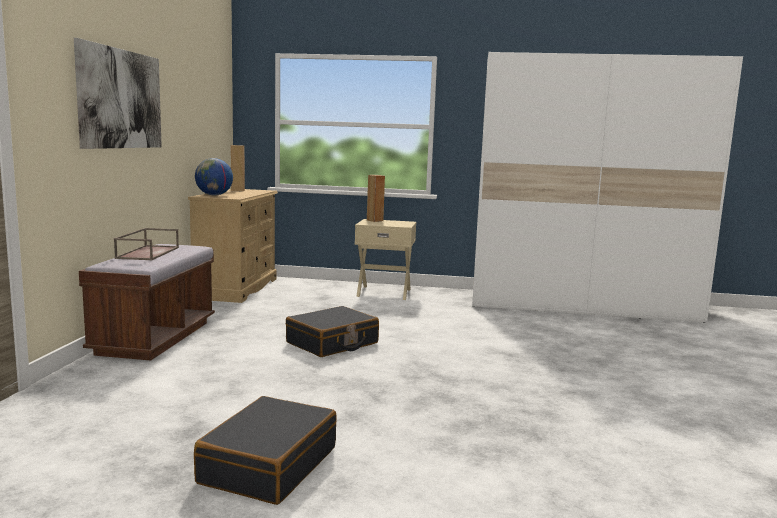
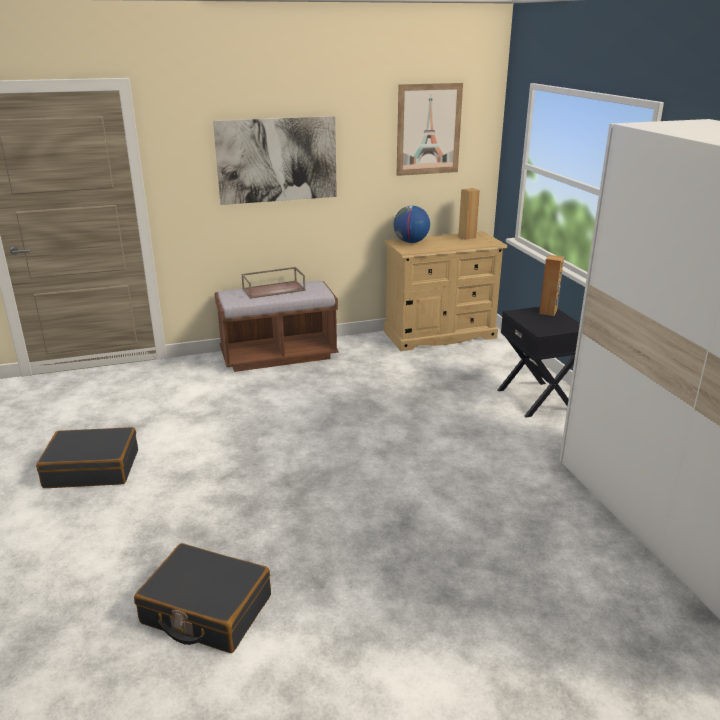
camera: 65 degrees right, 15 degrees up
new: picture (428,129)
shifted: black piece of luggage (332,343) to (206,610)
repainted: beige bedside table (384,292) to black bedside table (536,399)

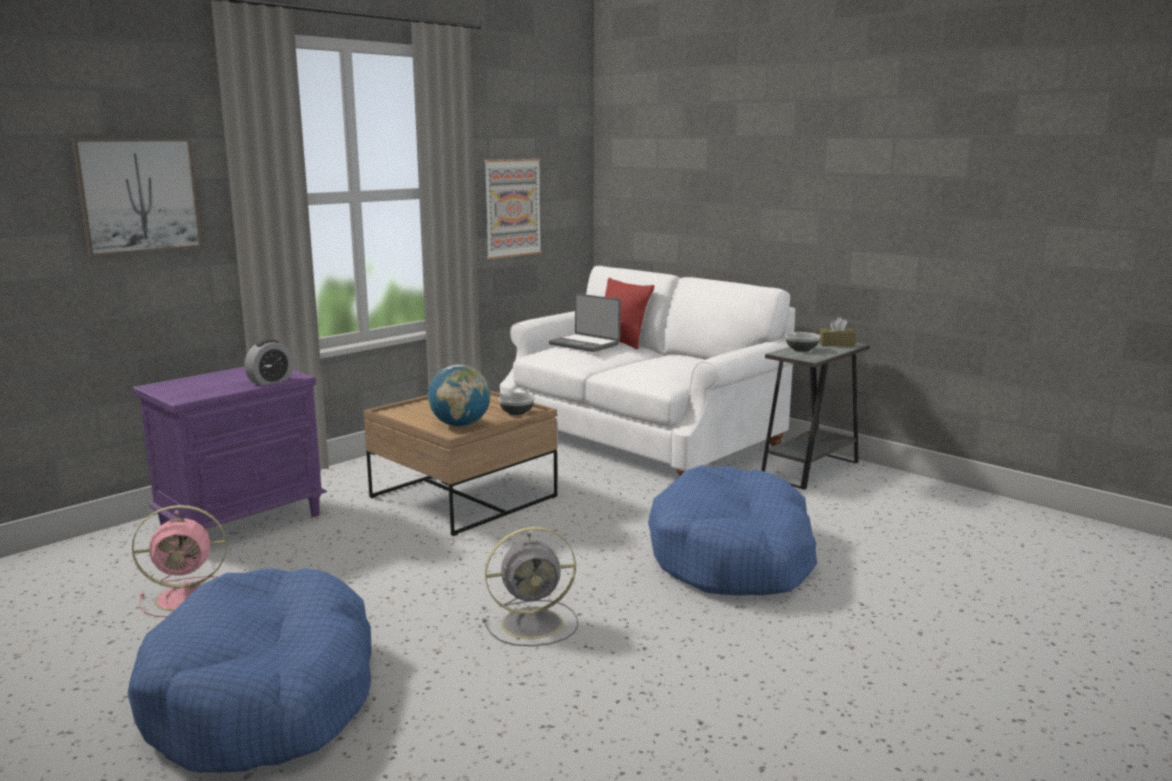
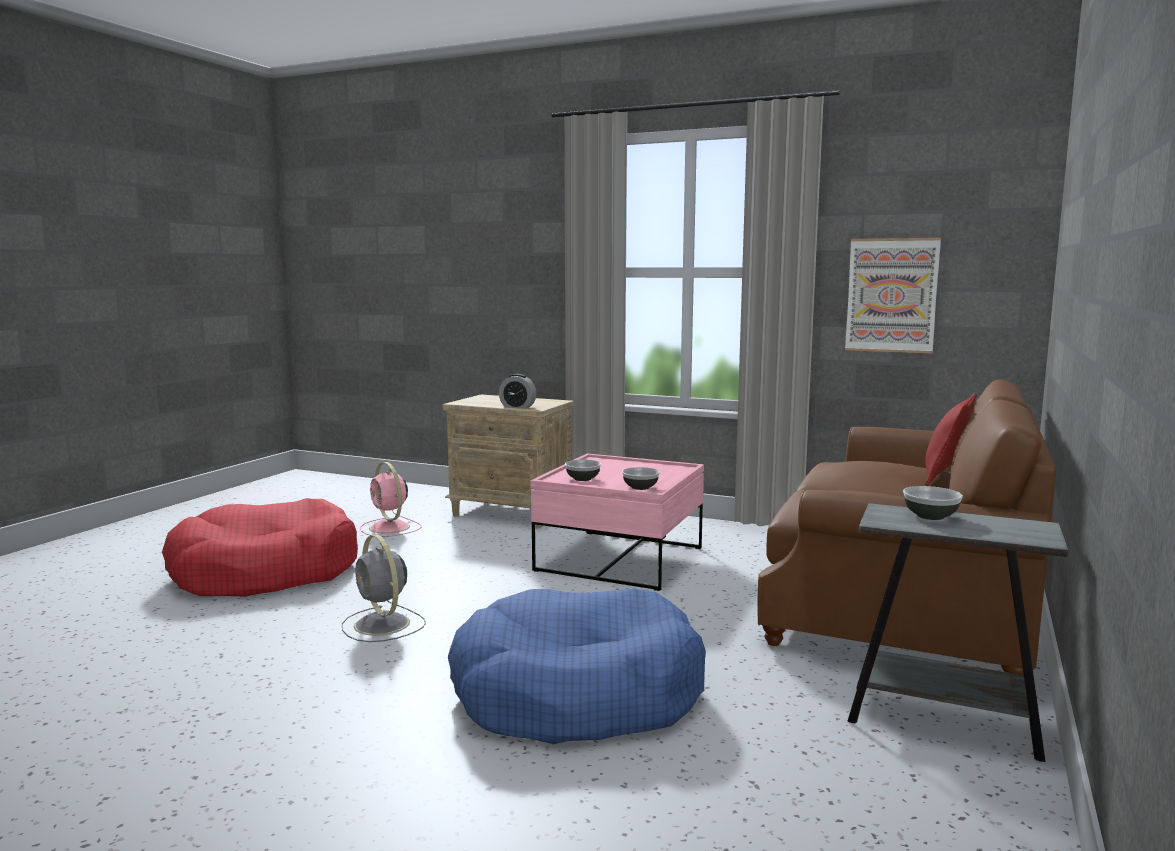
camera: 70 degrees right, 5 degrees down
gone: picture (138,195); notebook computer (585,344); brown tissue box (836,344)
swapped: globe (460,425) to bowl (583,479)
repainted: bluish dog cushion (263,697) to red-coloured dog cushion (265,572); purple bedside table (243,521) to beige bedside table (512,513); brown low table (463,497) to pink low table (620,559); whitish couch (642,436) to brown couch (902,602)

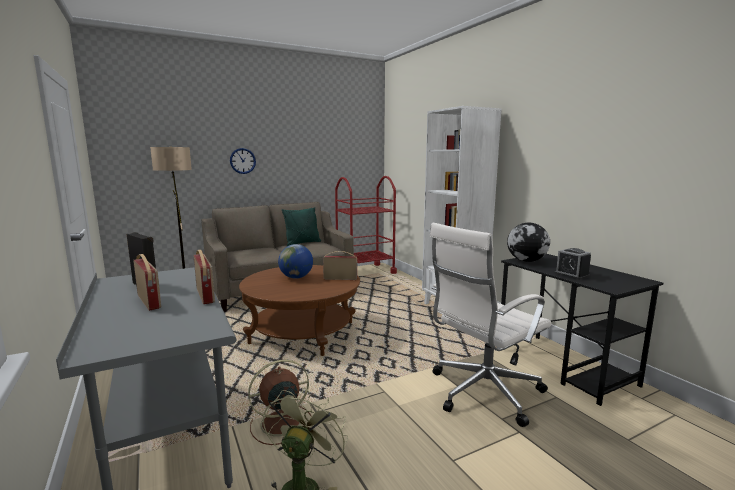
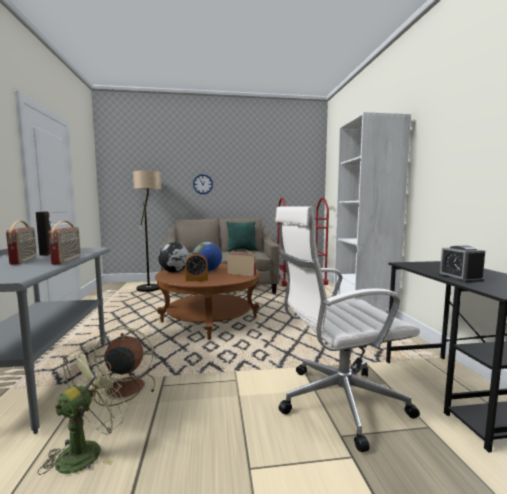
camera: 20 degrees right, 5 degrees down
new: alarm clock (196,279)
shifted: globe (526,261) to (174,272)

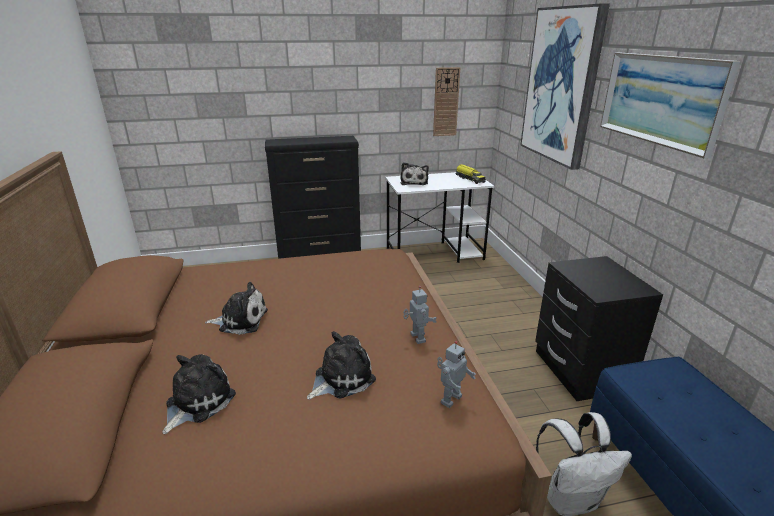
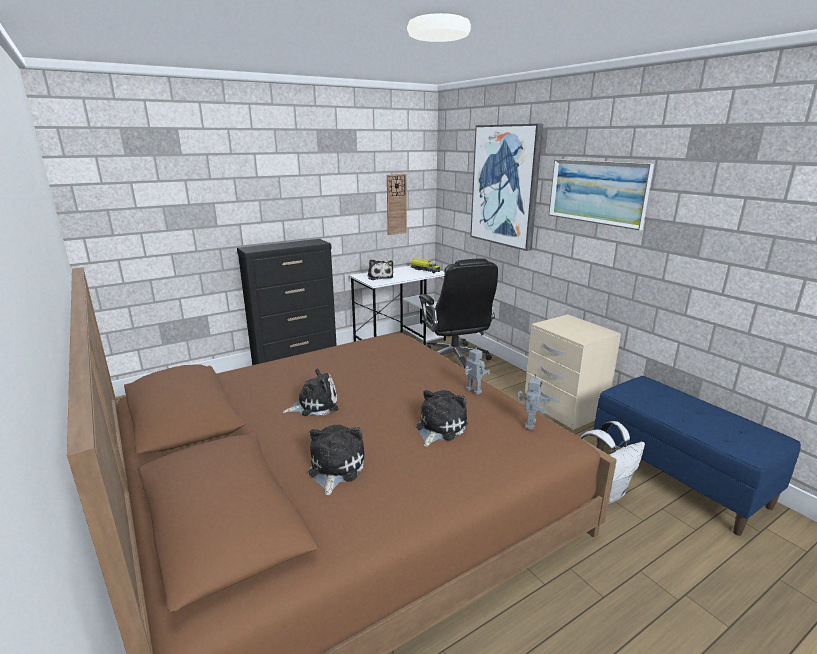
camera: 20 degrees left, 5 degrees down
new: black desk chair (455,359)
repainted: black bedside table (580,370) to beige bedside table (564,408)

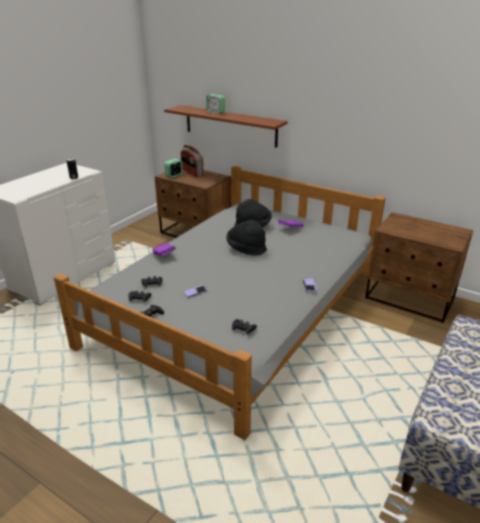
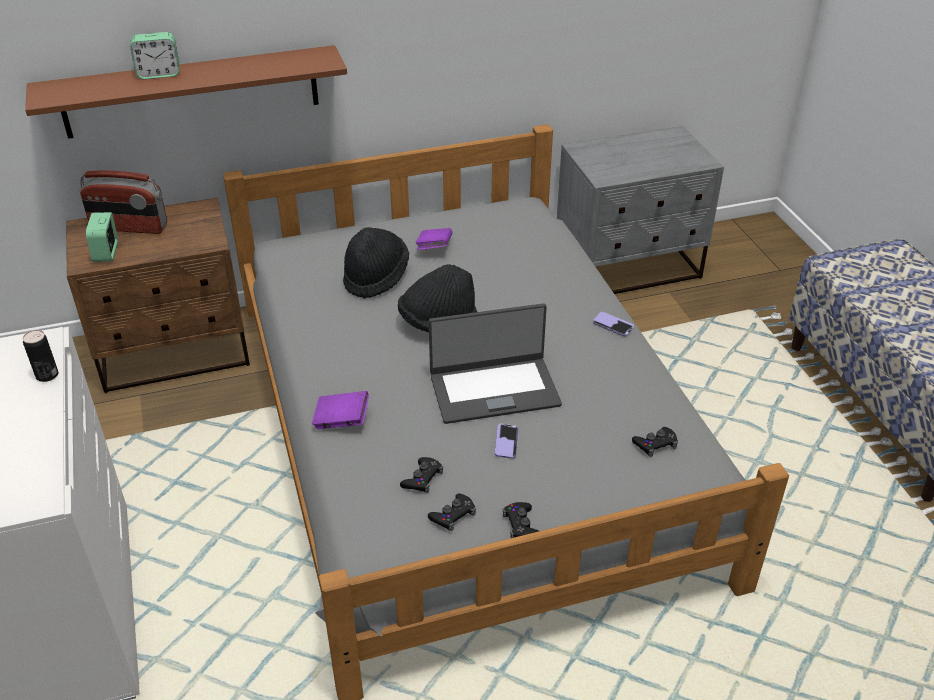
camera: 50 degrees left, 10 degrees up
new: notebook computer (494,389)
repainted: brown bedside table (409,299) to grey bedside table (629,268)

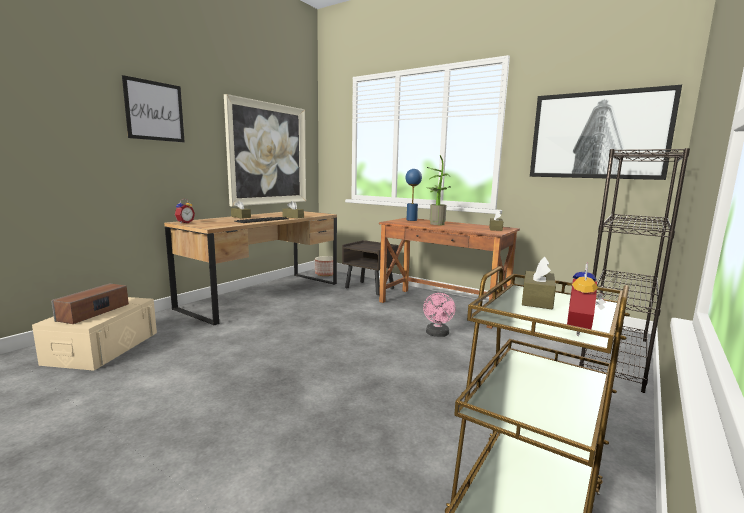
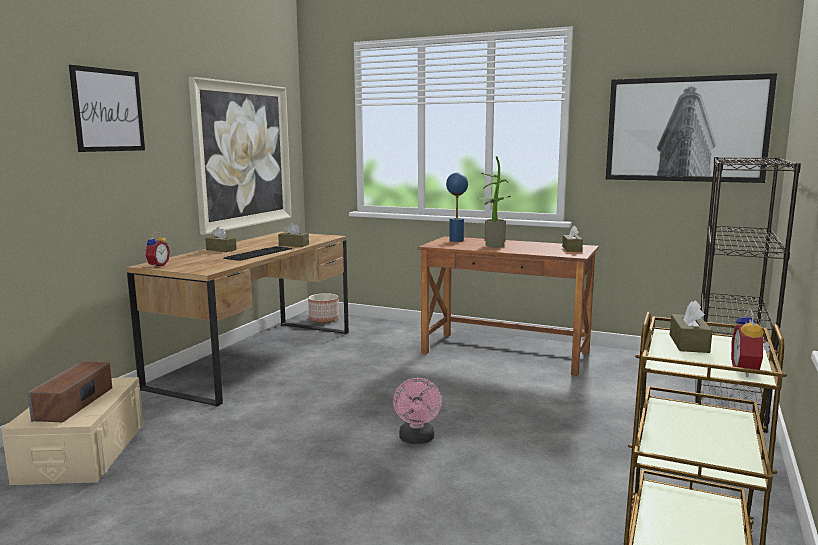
camera: 10 degrees left, 0 degrees up
gone: brown bedside table (370,288)
shifted: pink electric fan (437,334) to (417,439)

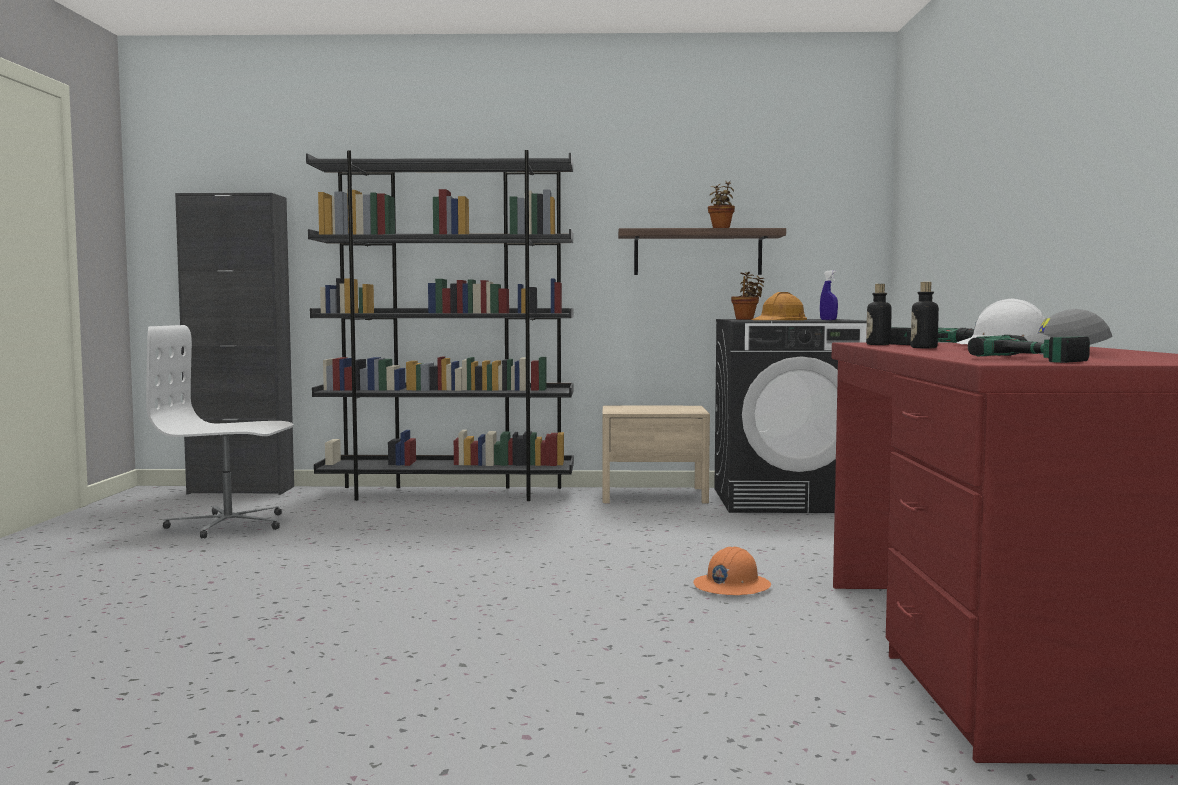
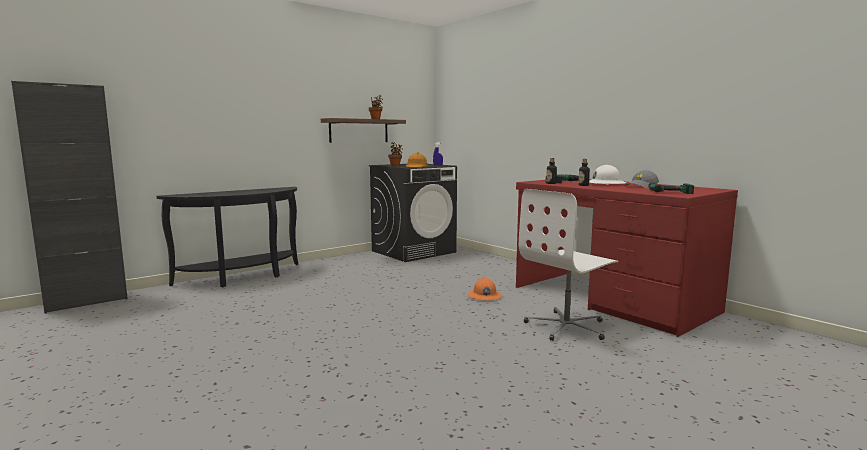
camera: 40 degrees left, 5 degrees up
gone: beige bedside table (653,495)
shifted: whitish desk chair (228,525) to (567,327)
swapped: black shelving unit (448,493) to black hall table (243,277)

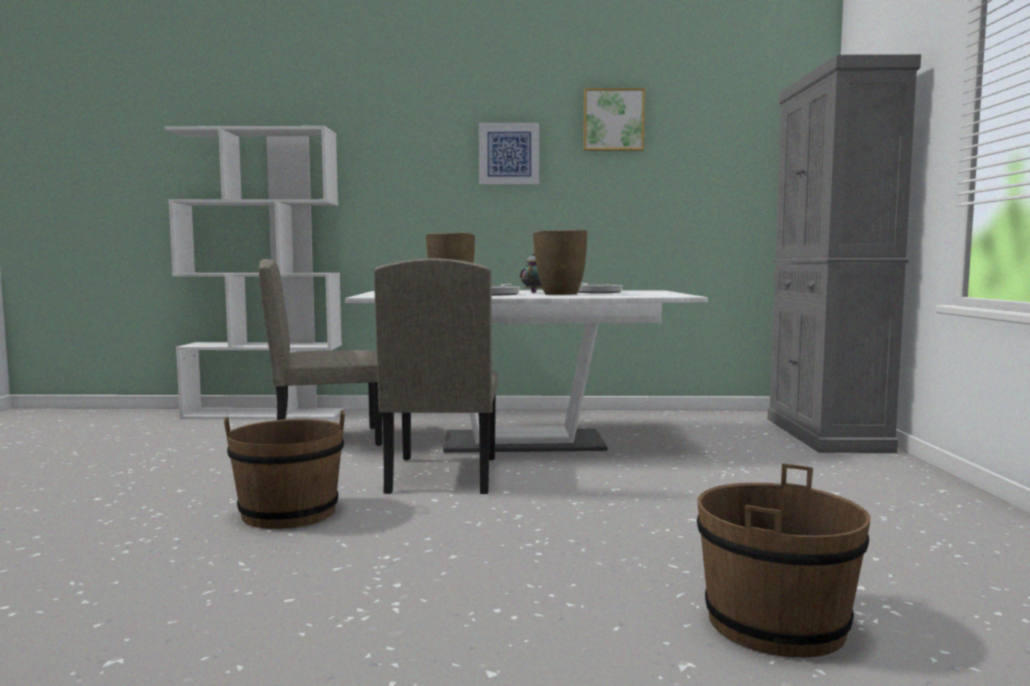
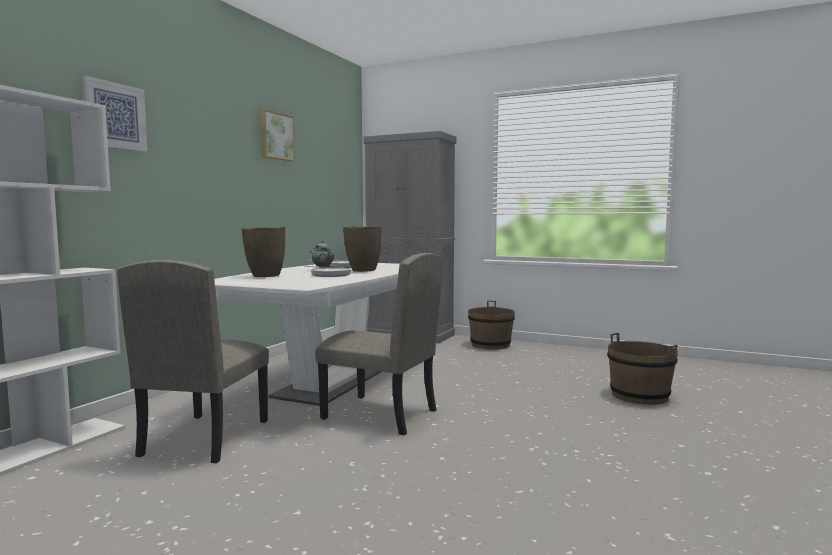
camera: 65 degrees left, 0 degrees up
shifted: brown water bucket (289,513) to (490,345); picture (509,154) to (114,116)

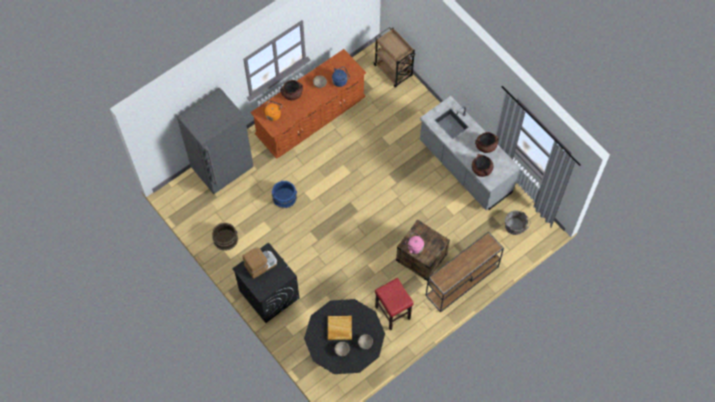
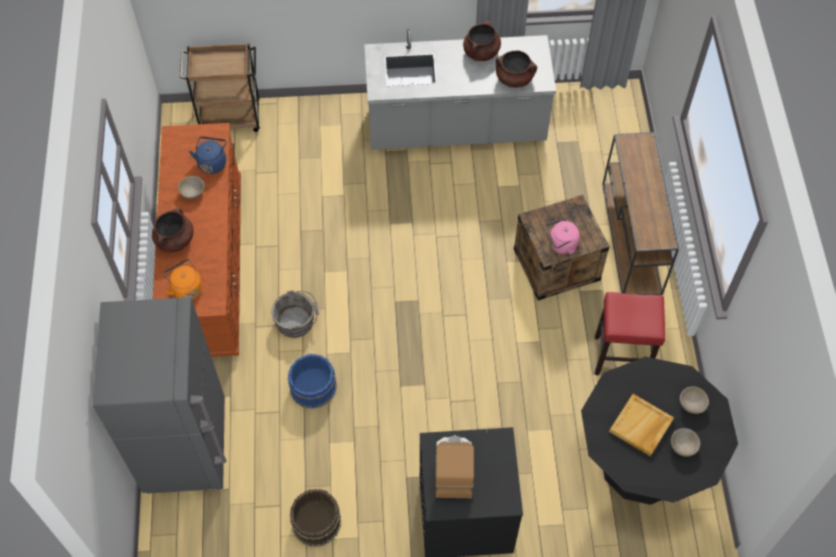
camera: 55 degrees left, 5 degrees down
shifted: grey water bucket (515,226) to (297,321)

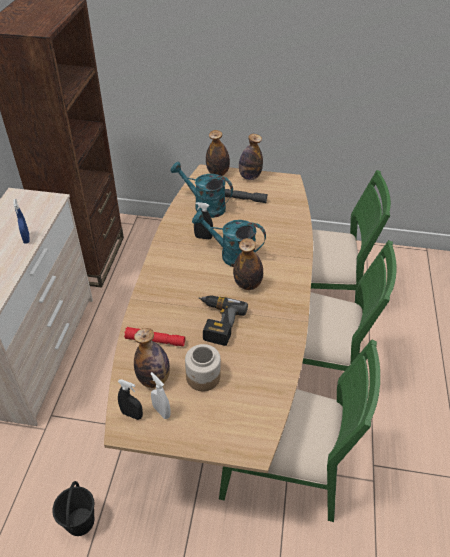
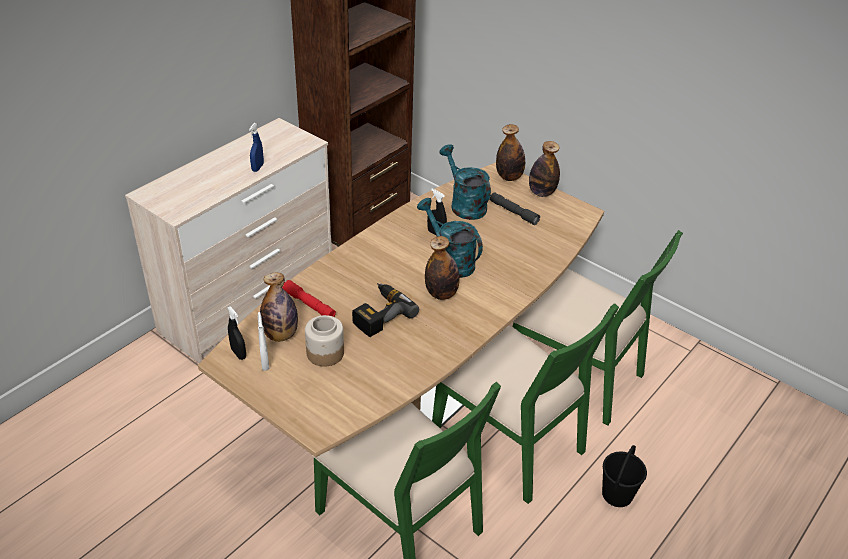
camera: 30 degrees right, 5 degrees down
shifted: black water bucket (80,521) to (617,494)

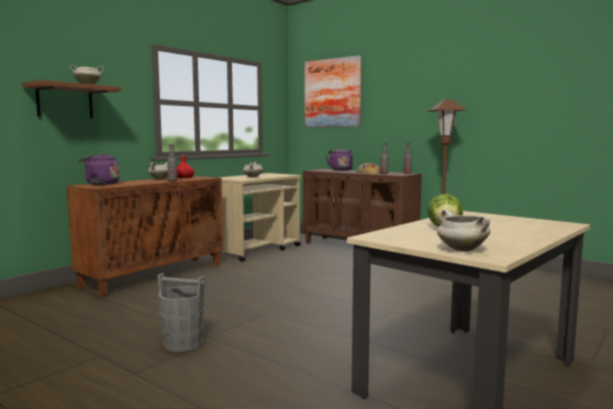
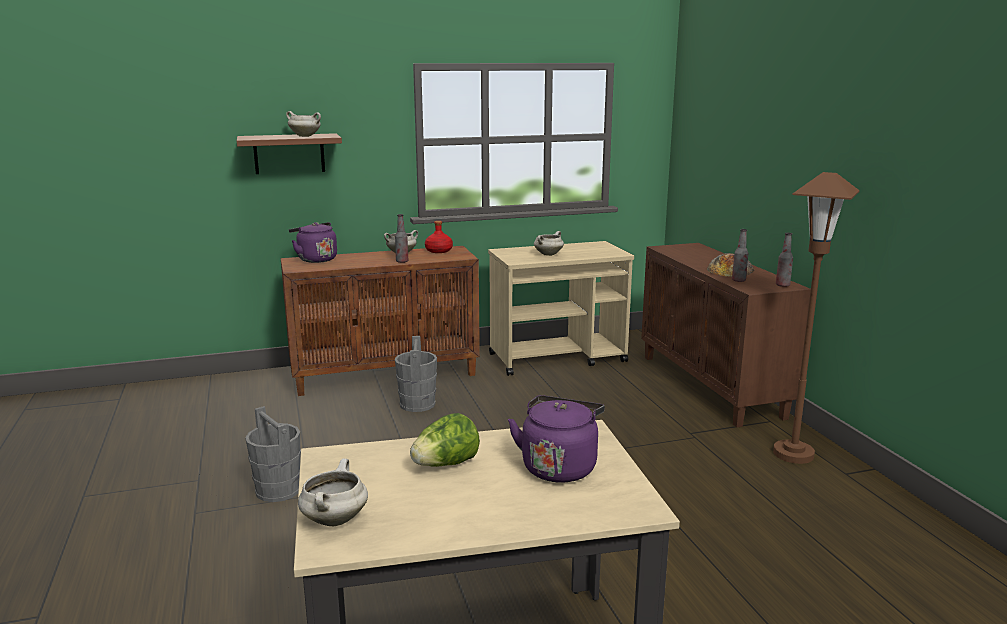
camera: 35 degrees right, 10 degrees up
gone: picture (332,93)
new: grey water bucket (417,404)
shifted: purple tea kettle (340,170) to (559,466)

